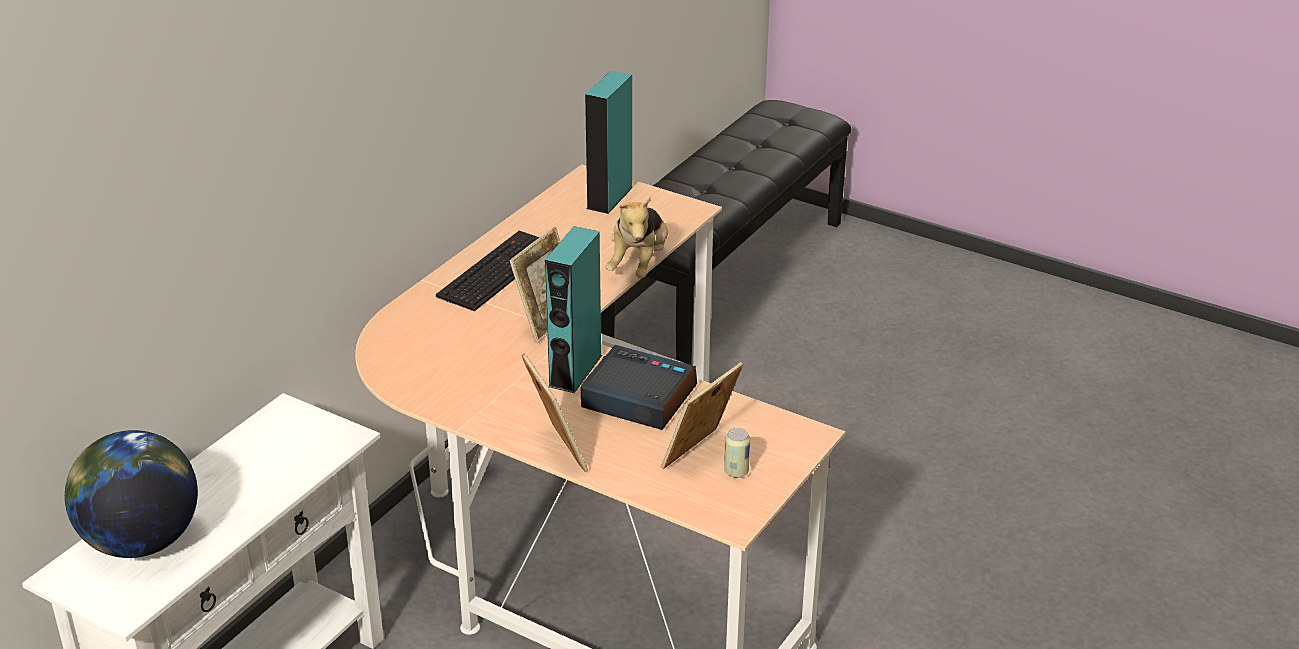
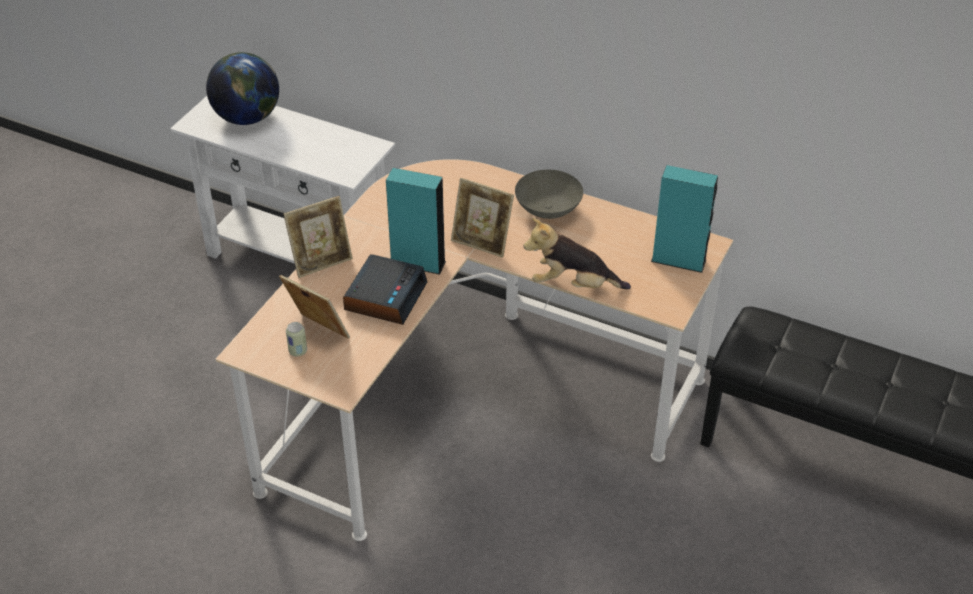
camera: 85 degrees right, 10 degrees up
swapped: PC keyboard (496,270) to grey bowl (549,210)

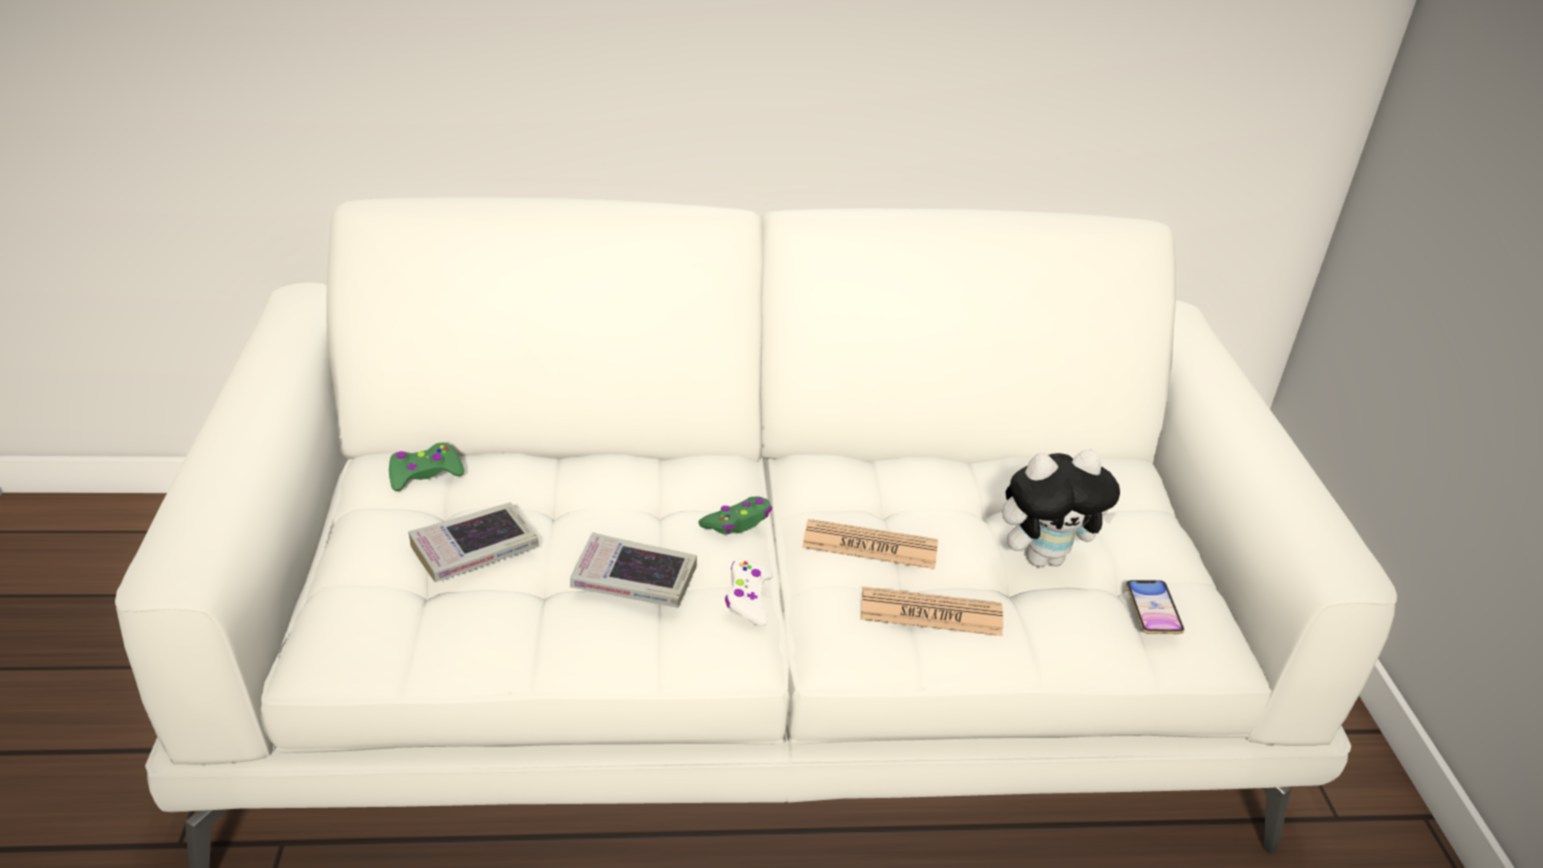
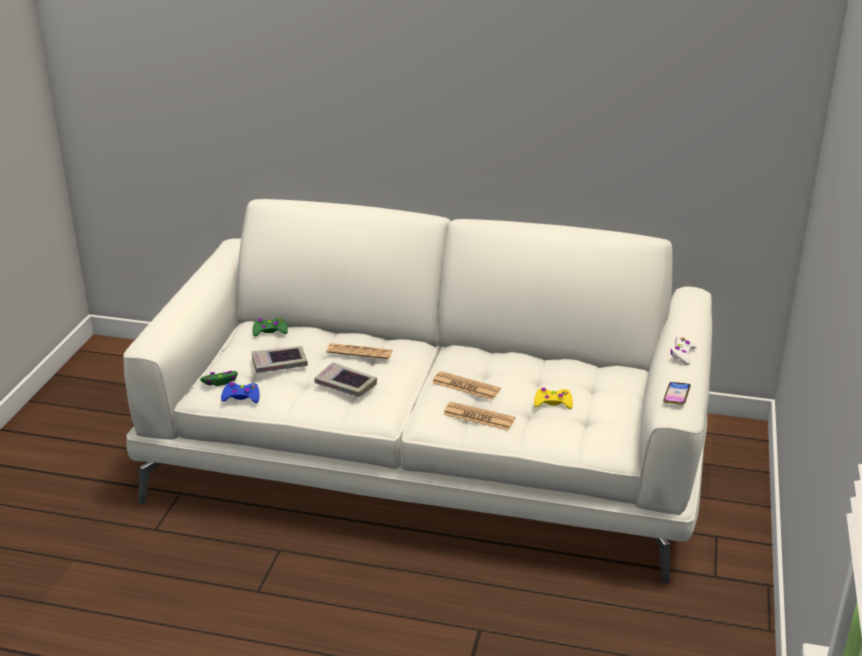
camera: 20 degrees right, 5 degrees down
new: bluish joypad (241,397); daily paper (359,352)
shifted: greenish joypad (738,522) to (220,382); whitish joypad (748,599) to (682,354); telephone (1152,611) to (676,396)
swapped: soft toy (1044,557) to yellowish joypad (553,403)

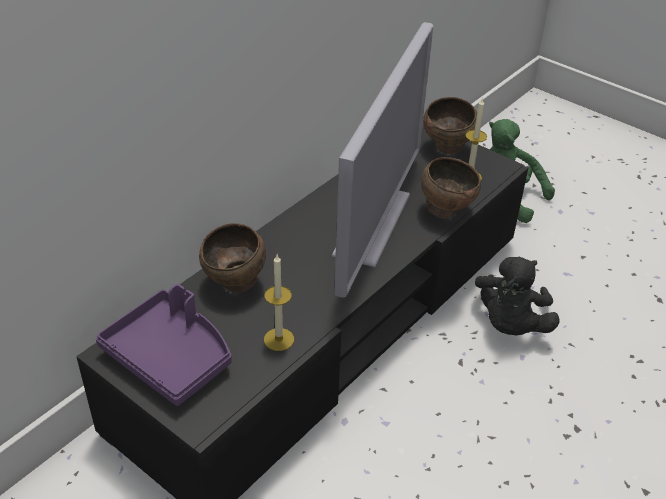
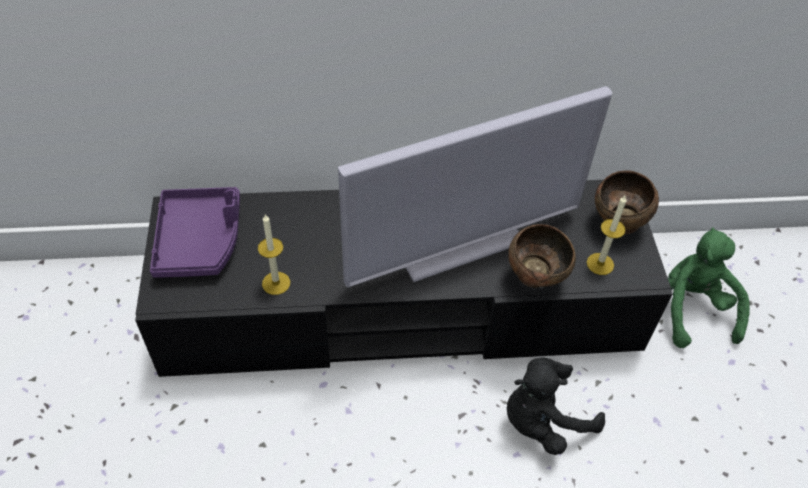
camera: 45 degrees right, 10 degrees up
gone: brown bowl (235,284)

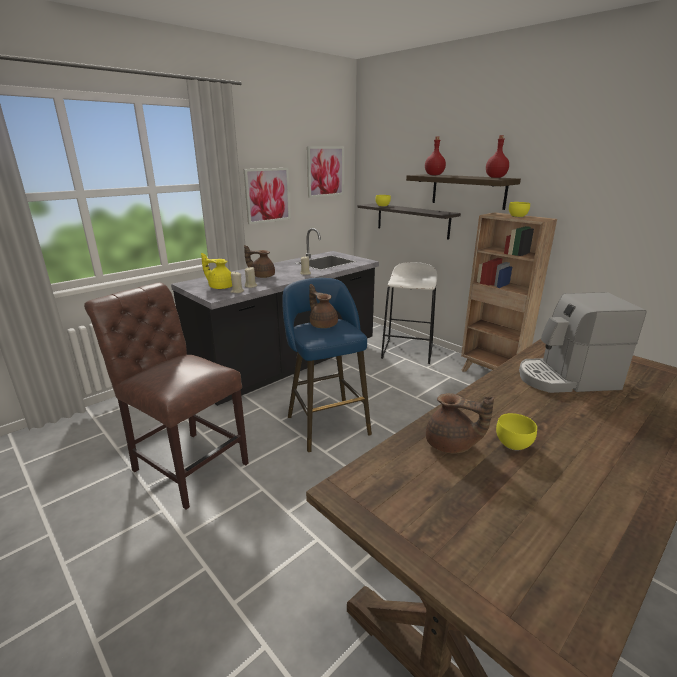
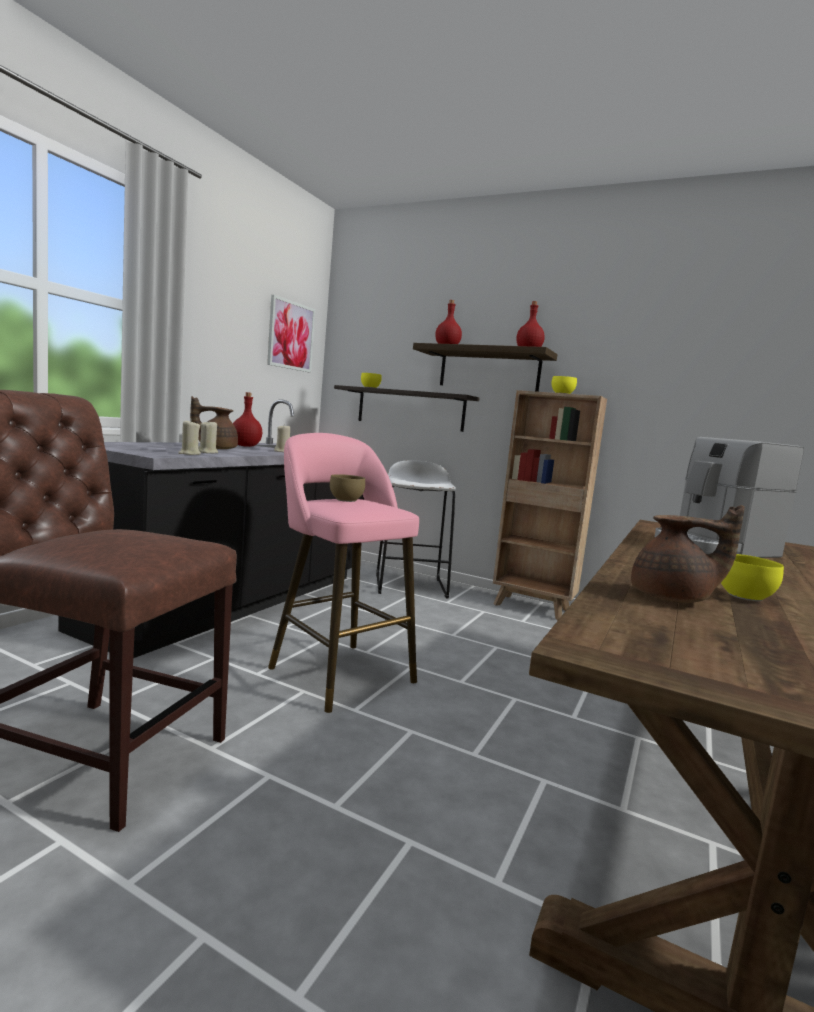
camera: 20 degrees left, 15 degrees down
gone: yellowish teapot (220,287); picture (267,195)
new: red-coloured bottle (245,446)
swapped: brown teapot (323,324) to brown bowl (346,500)
repainted: bluish stool seat (326,422) to pink stool seat (336,672)

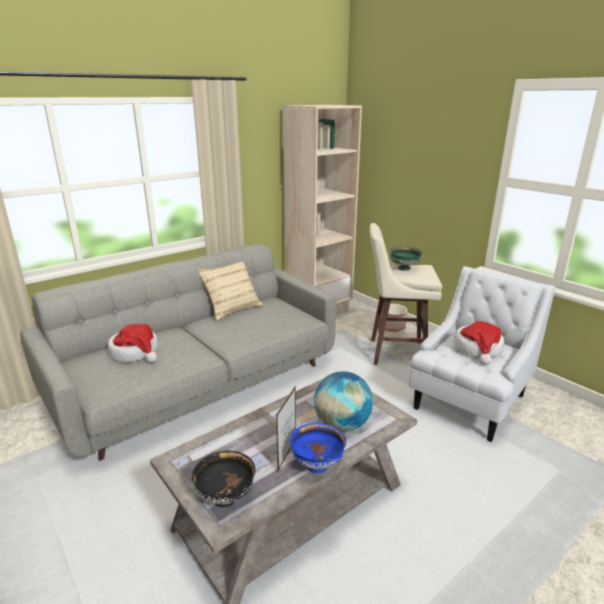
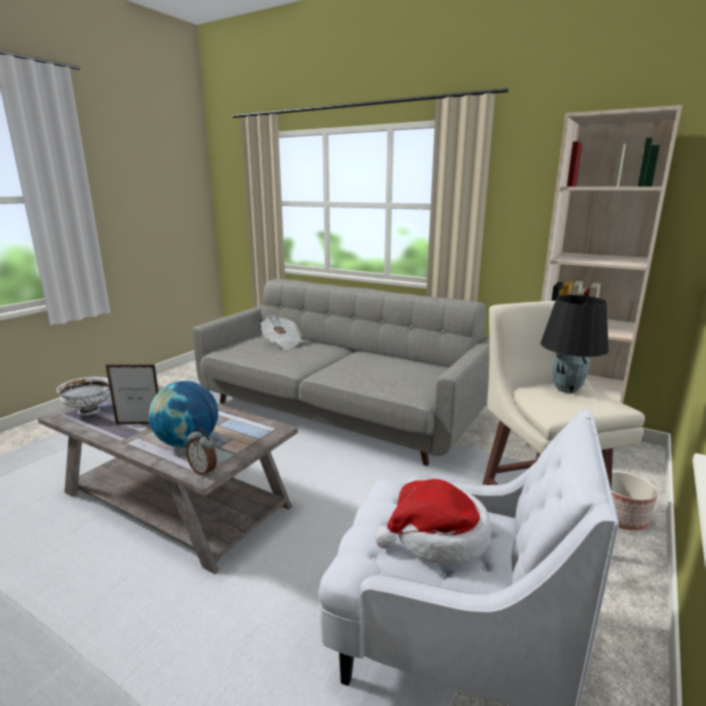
camera: 70 degrees right, 5 degrees down
gone: beige throw pillow (232,308); bluish bowl (317,464)
new: alarm clock (204,471)
swapped: wearable hat (136,352) to daily paper (282,343); greenish bowl (404,268) to black table lamp (567,389)
repainted: black bowl (225,497) to whitish bowl (89,411)

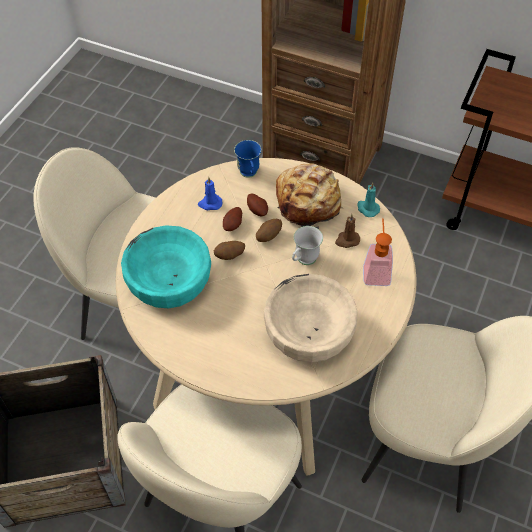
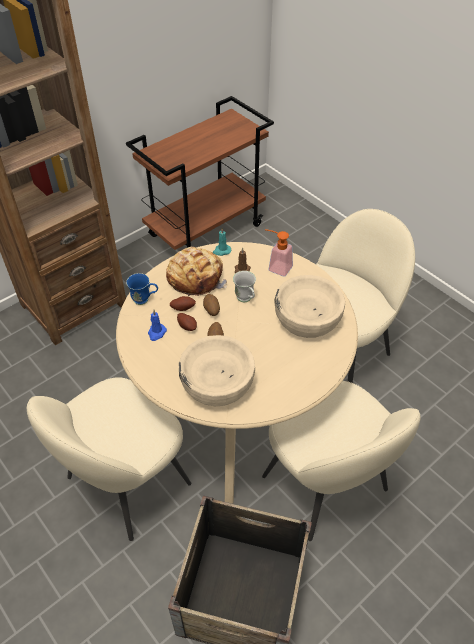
camera: 65 degrees left, 5 degrees down
repainted: turquoise bowl (169,281) to beige bowl (217,383)

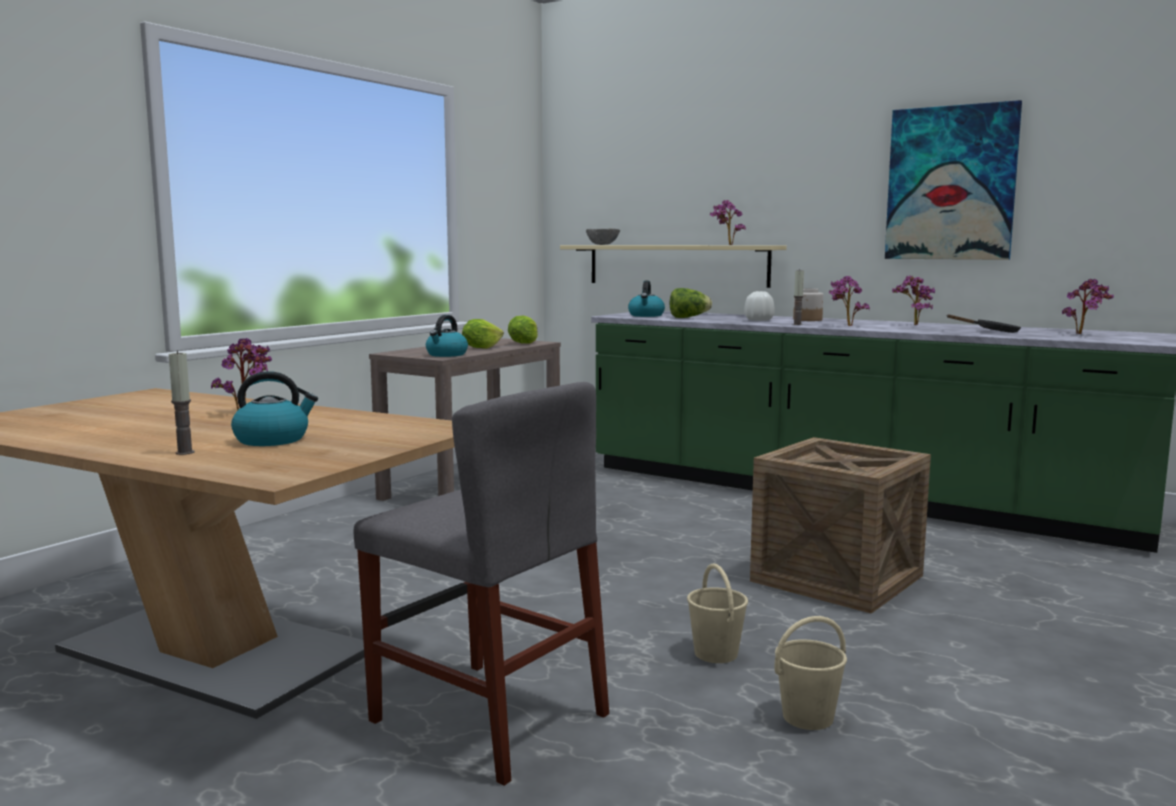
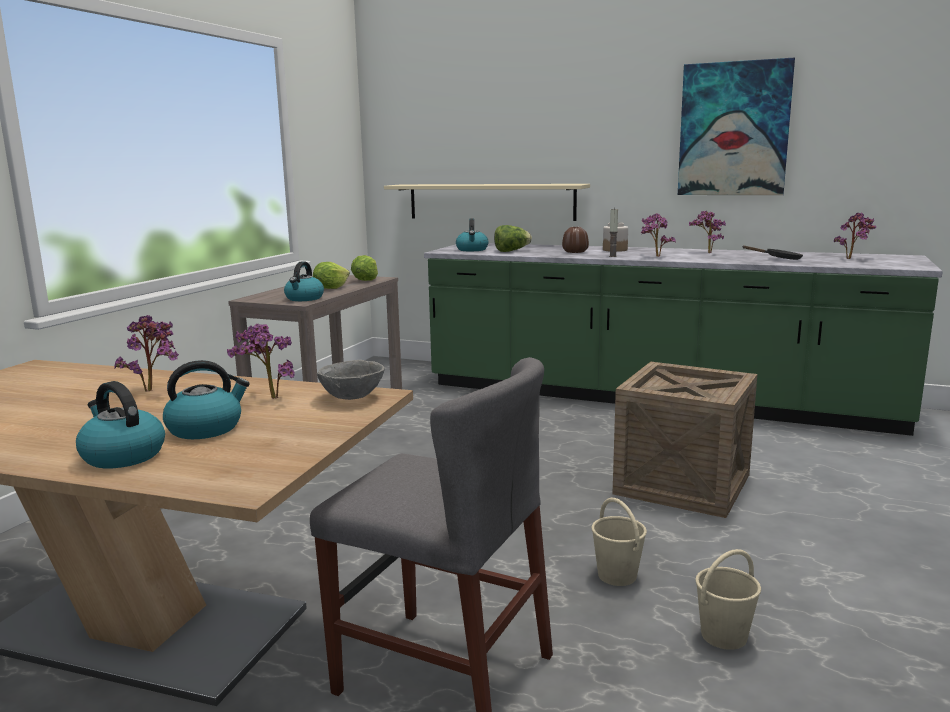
camera: 10 degrees left, 5 degrees up
shifted: grey bowl (602,244) to (352,398); potted plant (727,245) to (268,398)
swapped: wax candle (185,452) to tea kettle (122,456)
repainted: whitish vase (759,320) to brown vase (575,252)

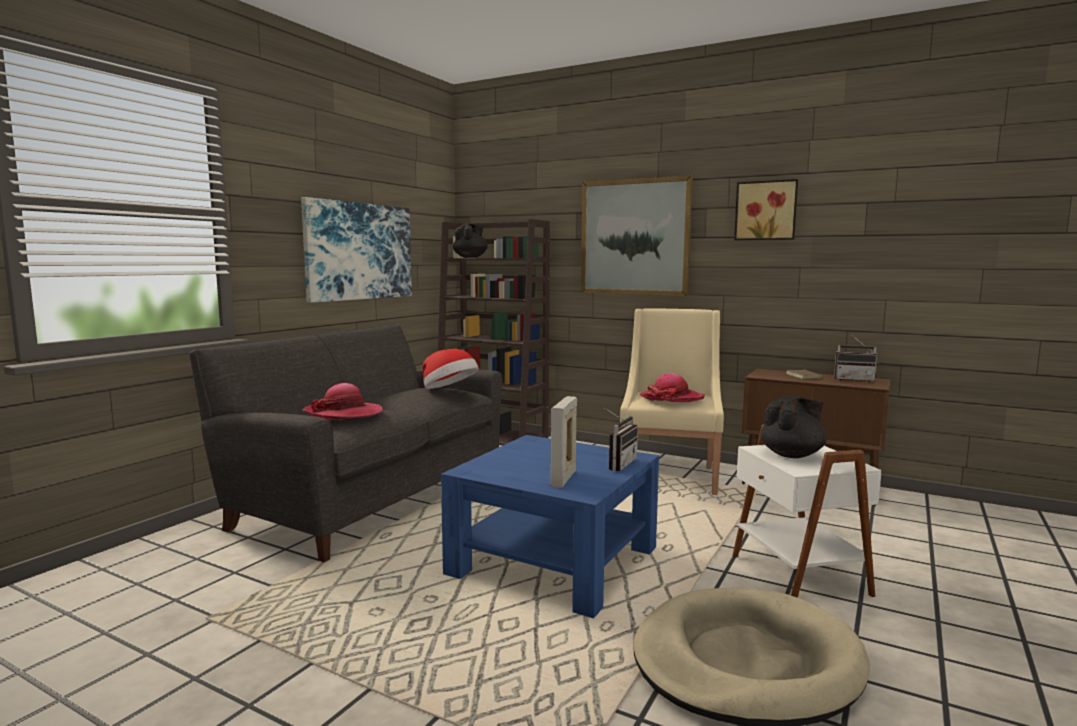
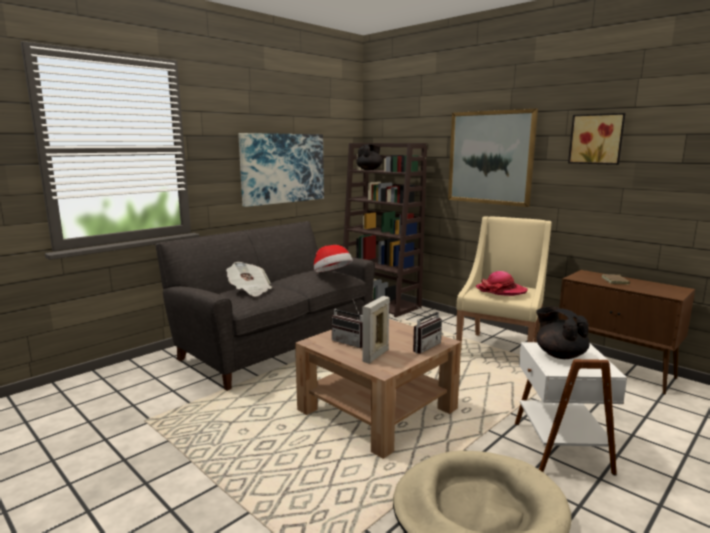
camera: 15 degrees right, 5 degrees up
shifted: radio receiver (854,379) to (351,342)
swapped: wearable hat (344,413) to daily paper (249,290)
repainted: bluish low table (554,561) to brown low table (377,410)
rotated: black teapot (792,455) = (559,355) 105 degrees counterclockwise

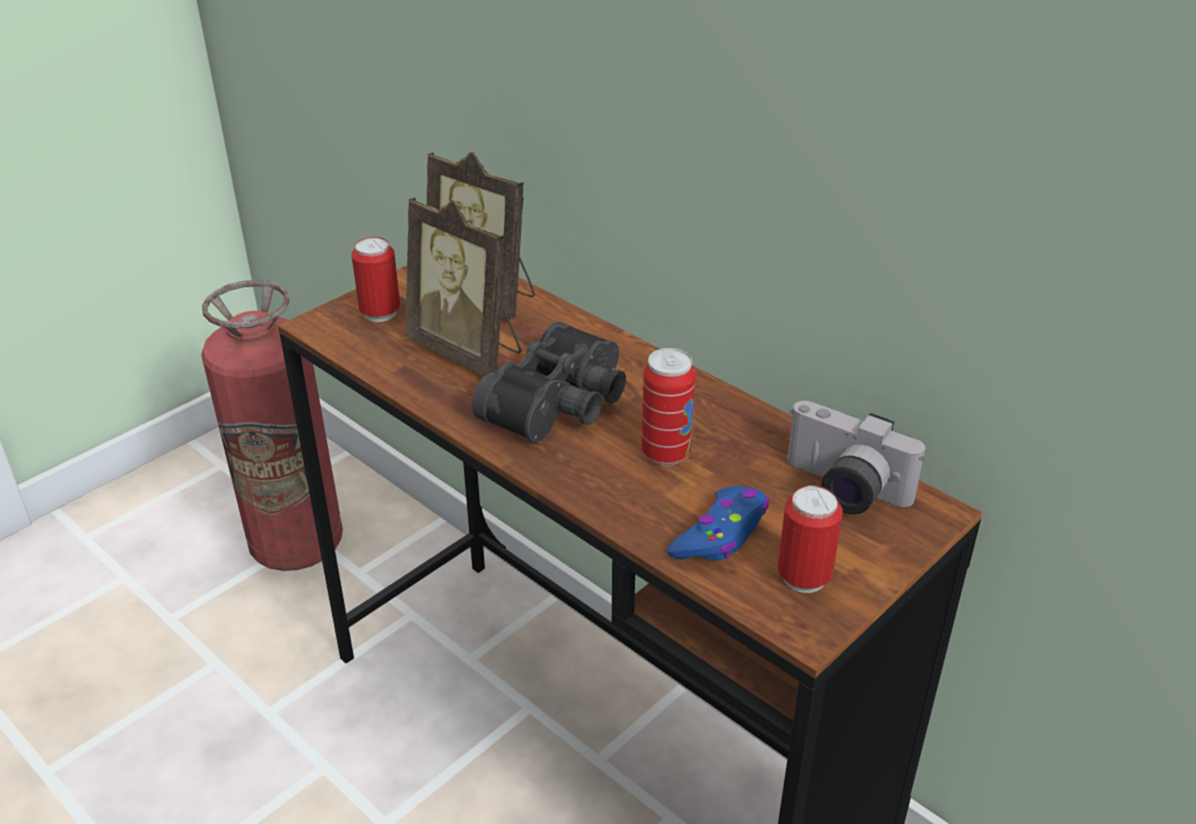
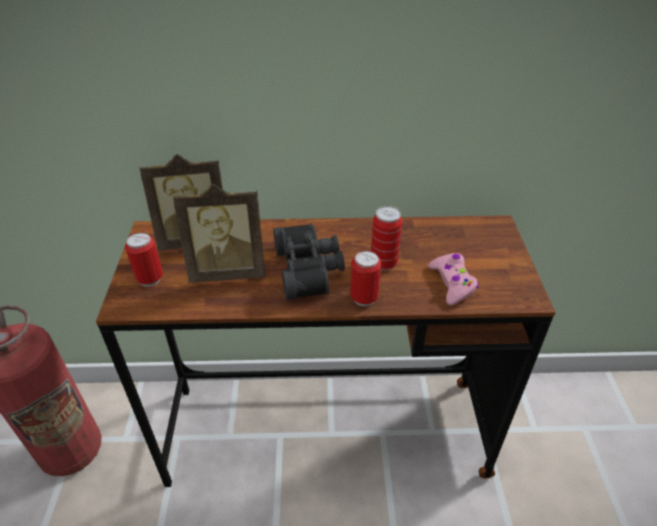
camera: 45 degrees left, 5 degrees up
gone: still camera (841,490)
shifted: sealed can (804,577) to (364,298)
repainted: bluish joypad (721,535) to pink joypad (452,283)

